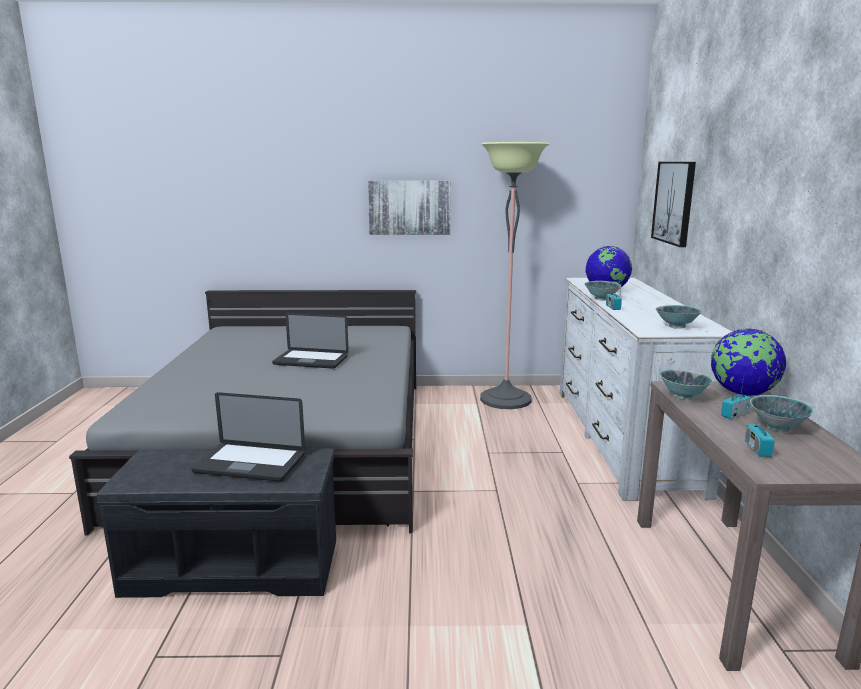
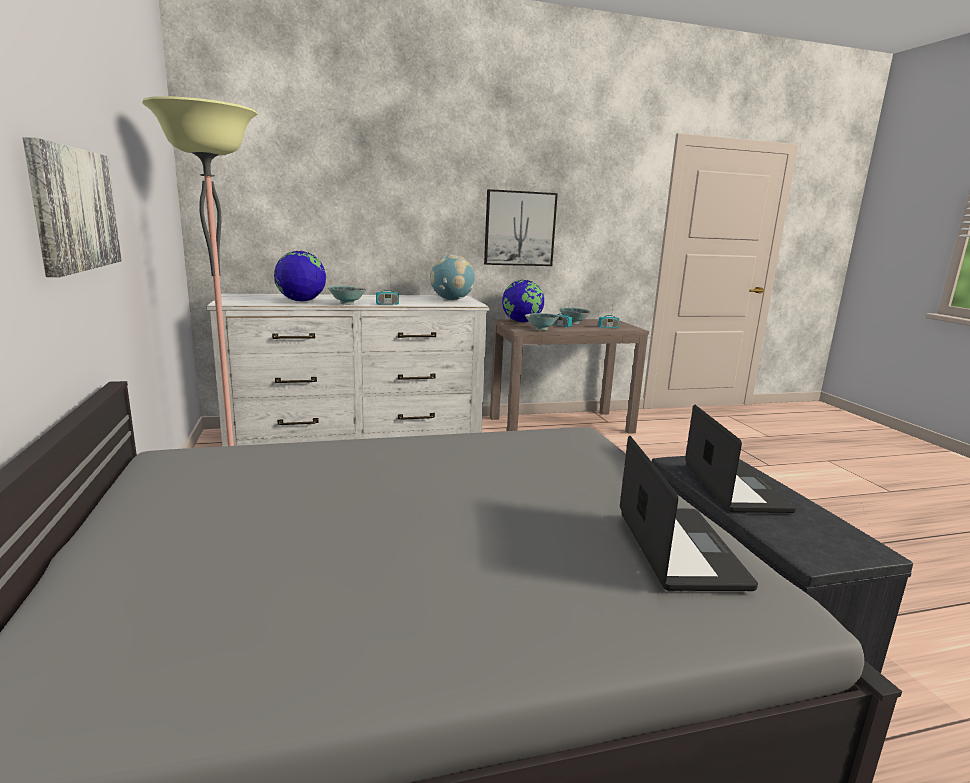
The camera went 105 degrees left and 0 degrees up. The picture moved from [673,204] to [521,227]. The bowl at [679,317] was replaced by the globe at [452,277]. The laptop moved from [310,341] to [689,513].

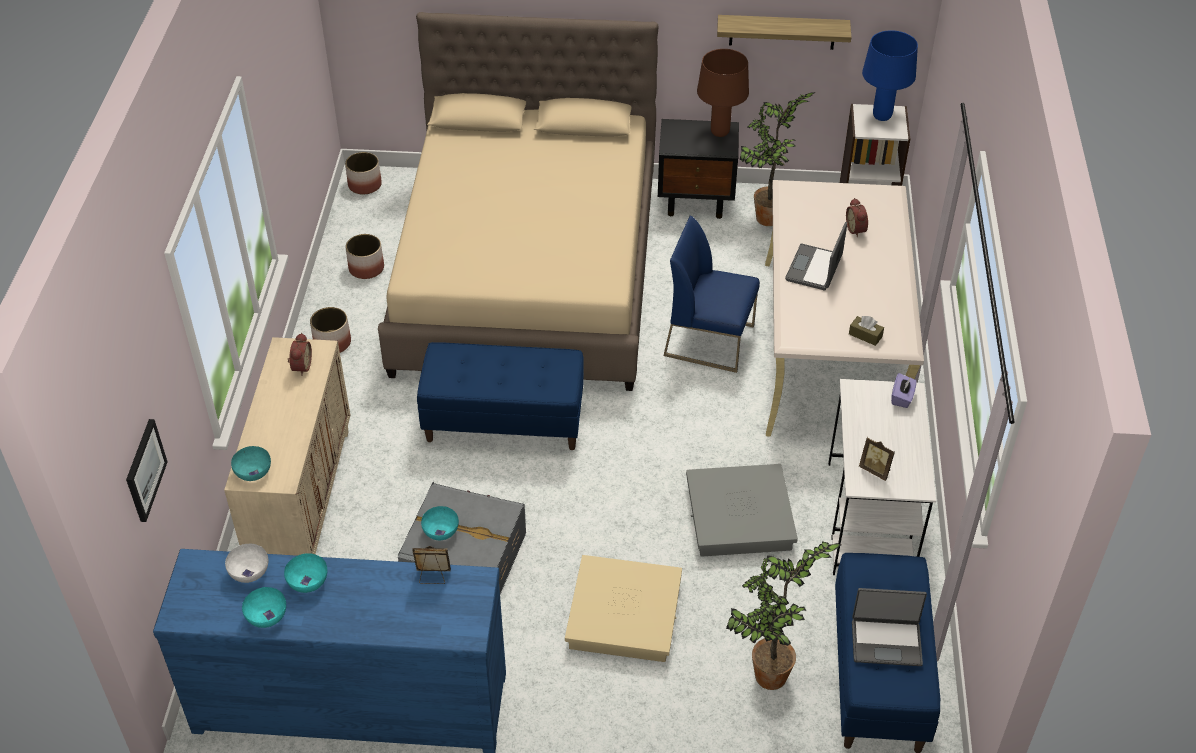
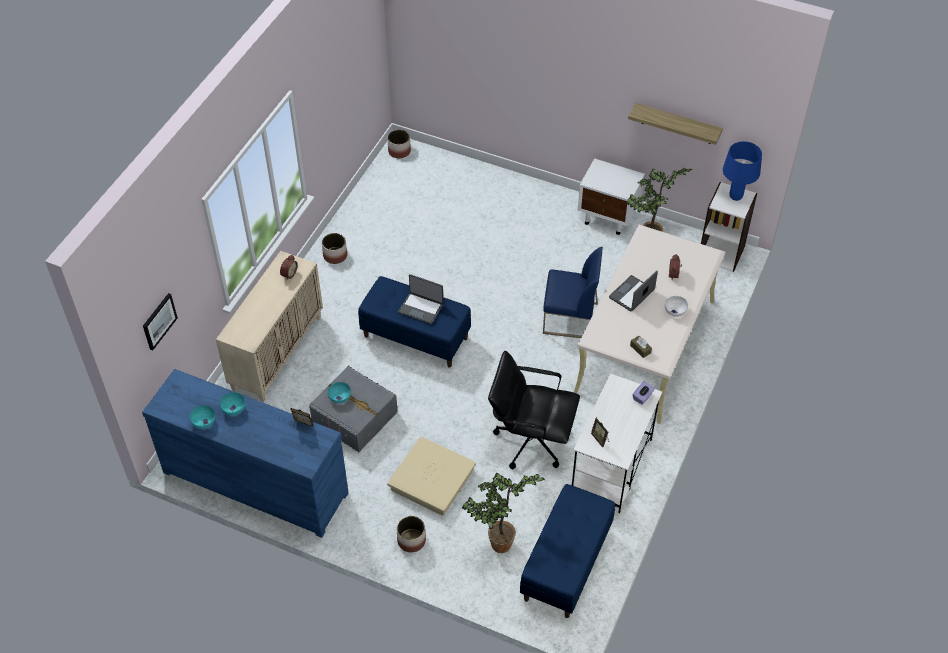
The camera went 20 degrees right and 5 degrees up. The beige bed at [518,201] disappeared. The brown table lamp at [723,93] disappeared. The black nightstand at [698,169] became the white nightstand at [611,196]. The blue chair at [712,294] turned 150 degrees clockwise. The planter moved from [365,256] to [411,534]. The turquoise bowl at [251,463] disappeared. The grey storage box at [742,510] was replaced by the black office chair at [534,410]. The white bowl moved from [247,563] to [676,306]. The laptop moved from [889,627] to [420,299].

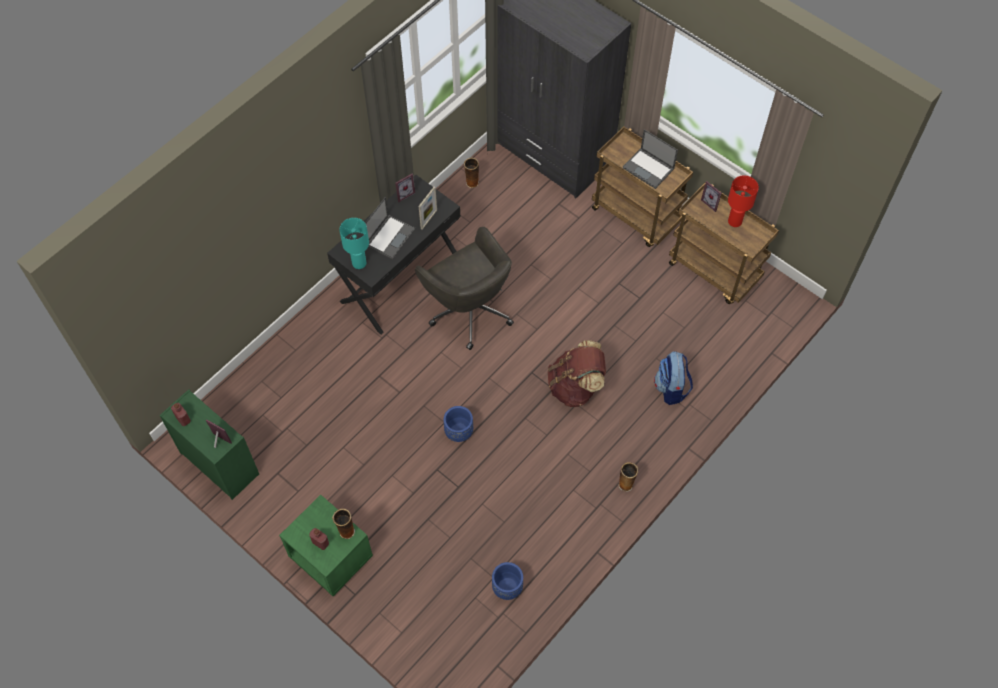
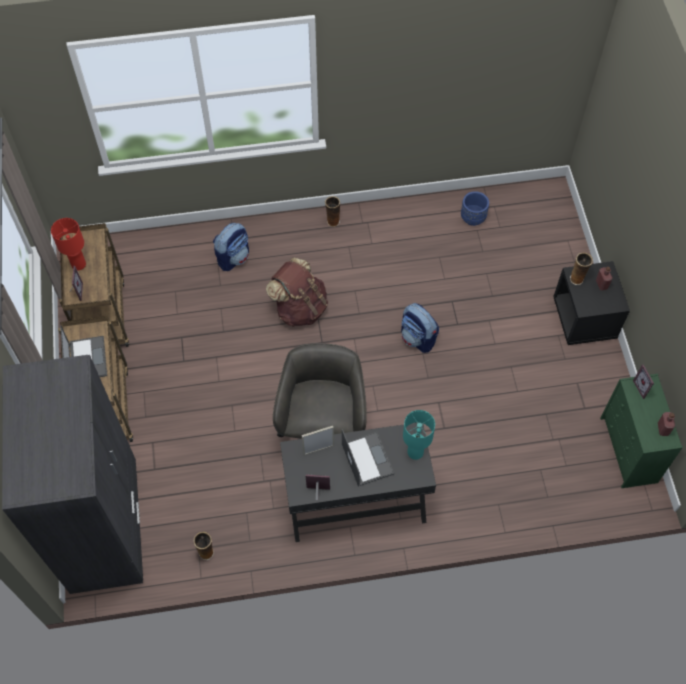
The camera went 140 degrees left and 0 degrees up. The laptop at [389,228] turned 90 degrees clockwise. The blue planter at [458,424] was replaced by the backpack at [420,328]. The green nightstand at [326,545] became the black nightstand at [591,303].

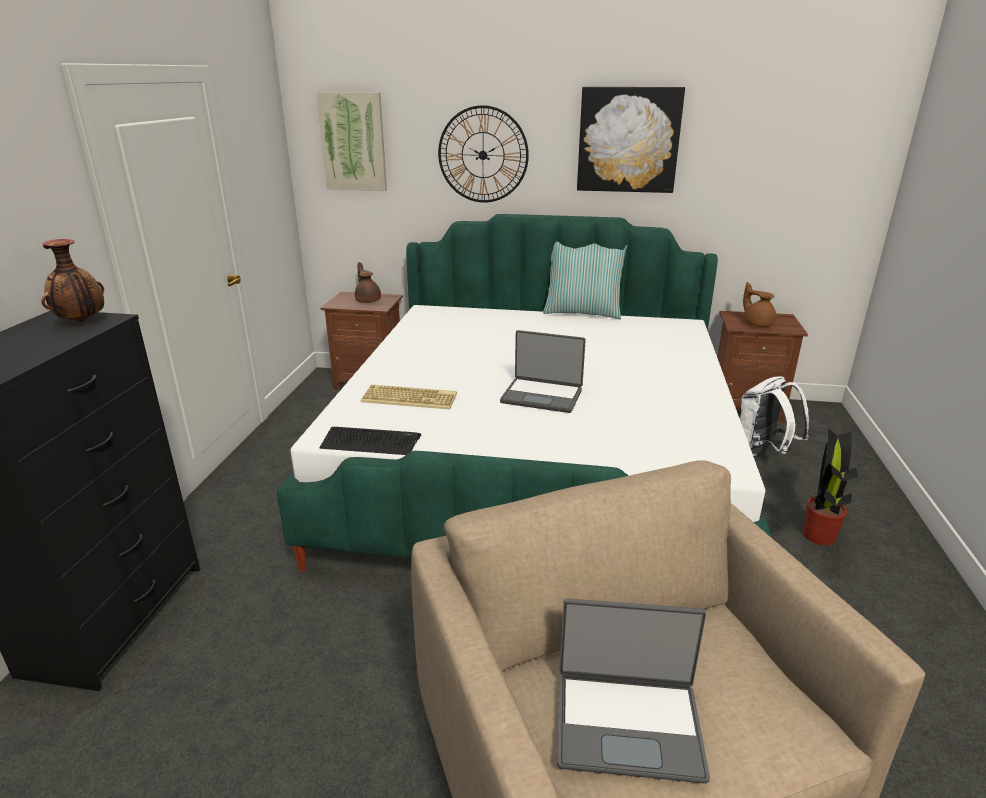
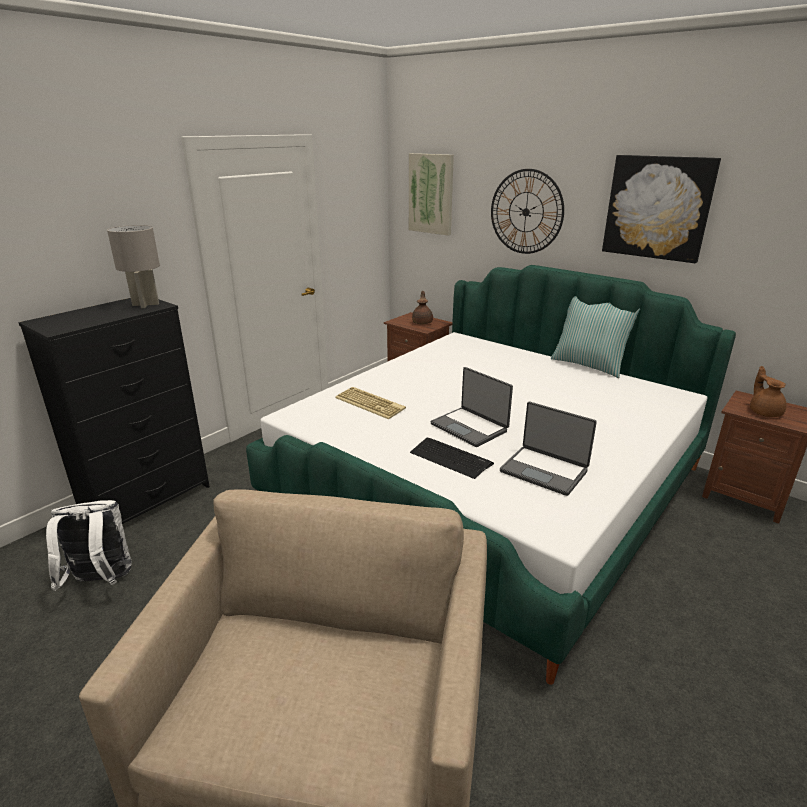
The camera went 30 degrees right and 0 degrees up. The vase at [72,280] was replaced by the grey table lamp at [133,266]. The white backpack moved from [774,416] to [89,545]. The keyboard moved from [370,441] to [452,458]. The potted plant at [830,486] disappeared. The laptop moved from [633,691] to [548,449].

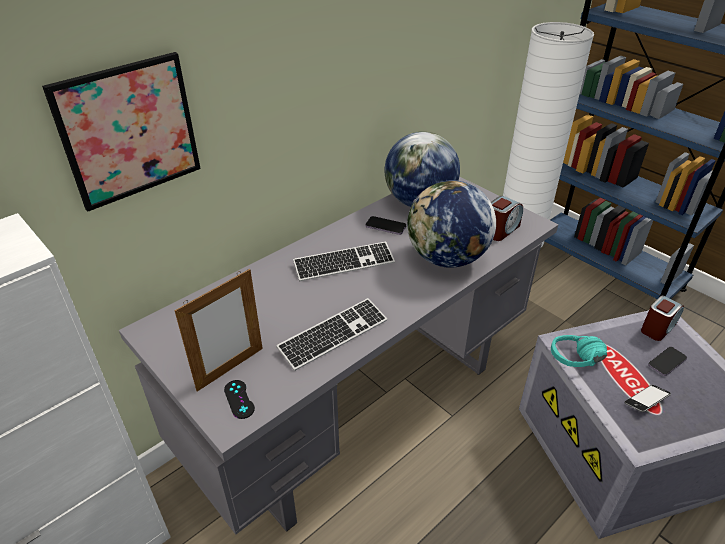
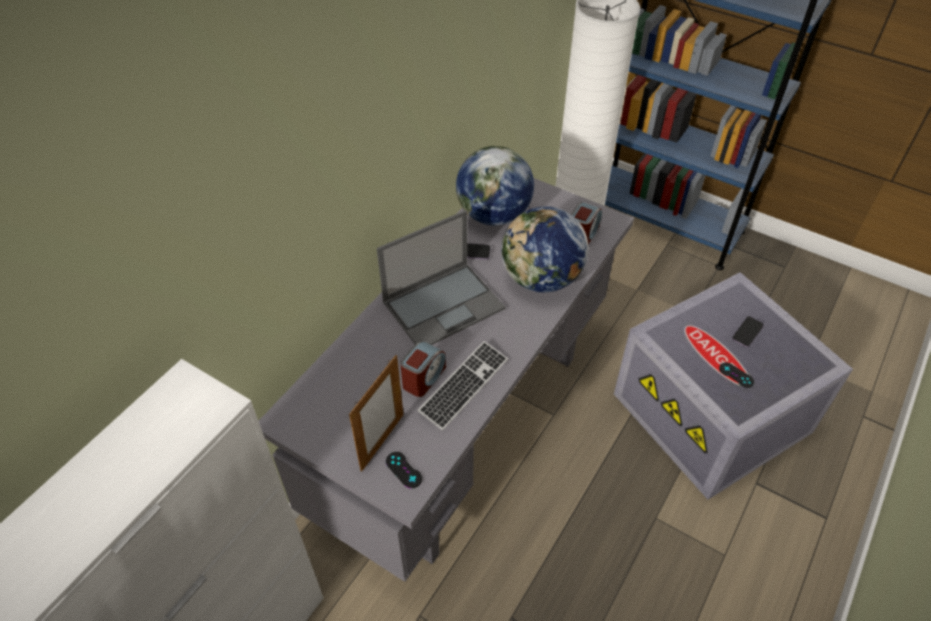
The camera went 15 degrees left and 10 degrees up. The picture at [121,131] disappeared. The keyboard at [344,261] was replaced by the laptop at [441,277]. The alarm clock moved from [662,318] to [423,369]. The turquoise headphones at [579,351] disappeared. The phone at [648,398] was replaced by the black game controller at [736,375].

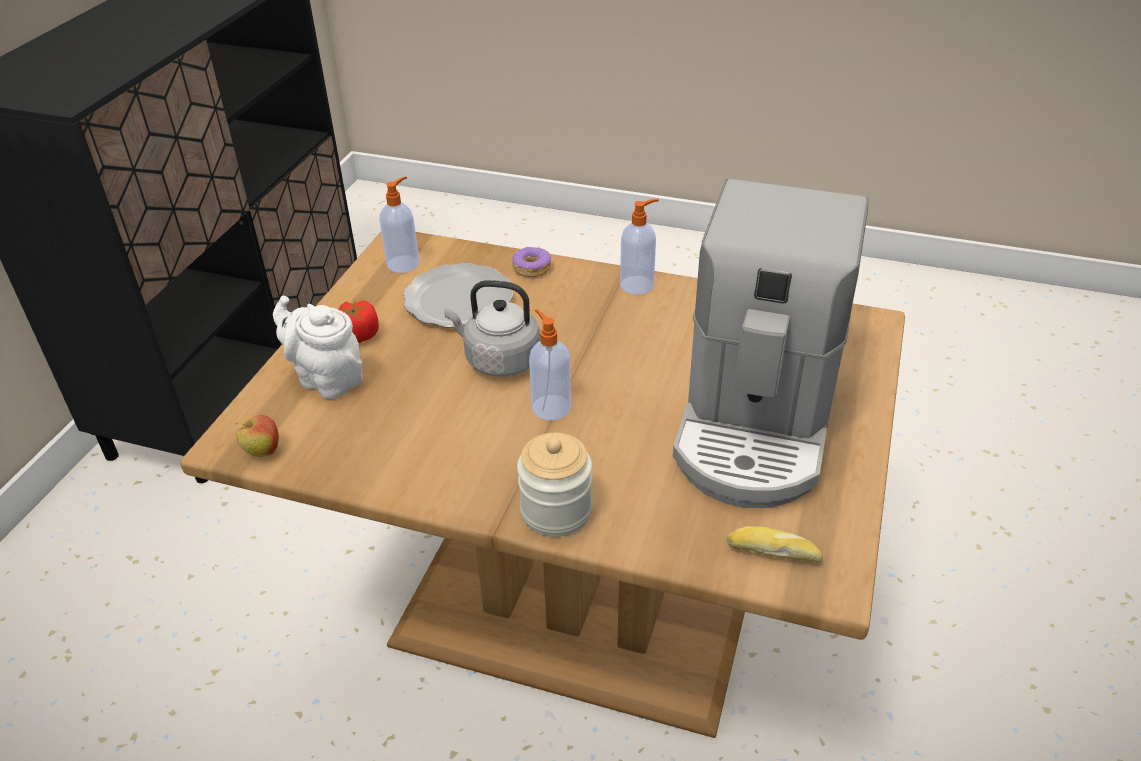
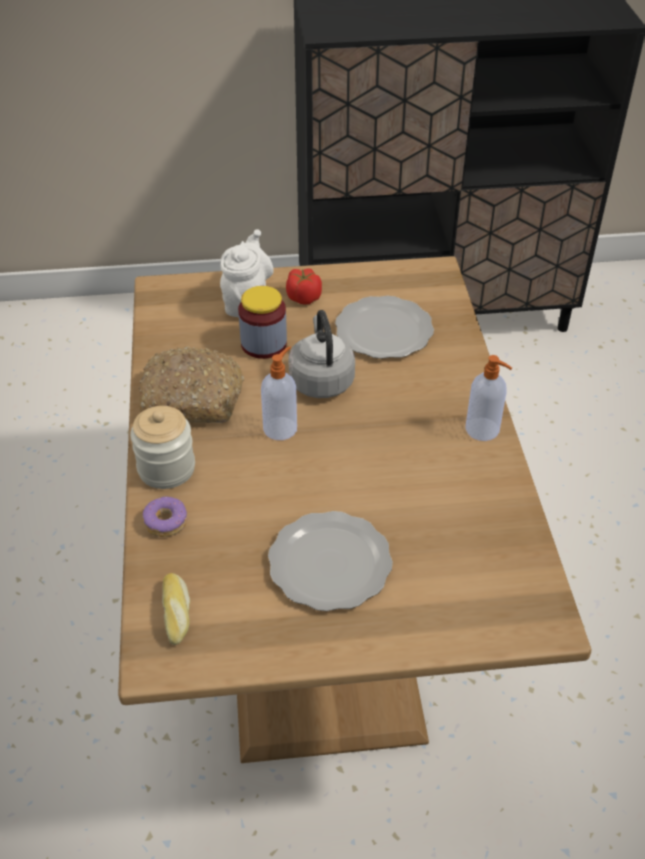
The camera went 65 degrees right and 5 degrees up. The soap dispenser at [399,224] disappeared. The coffee machine at [771,343] was replaced by the plate at [330,561]. The donut moved from [531,262] to [165,517]. The apple at [257,436] disappeared. The jar at [262,322] appeared. The bread at [191,384] appeared.

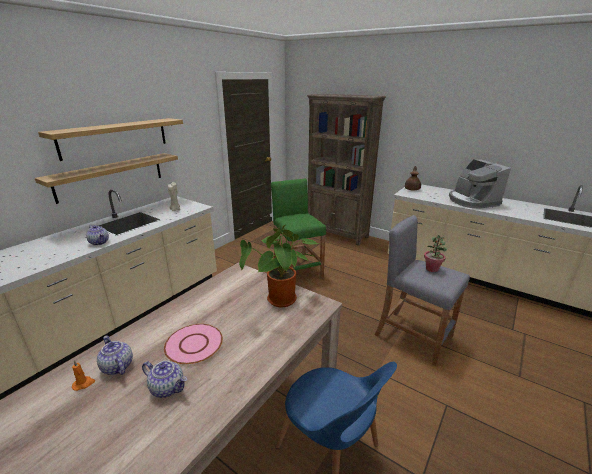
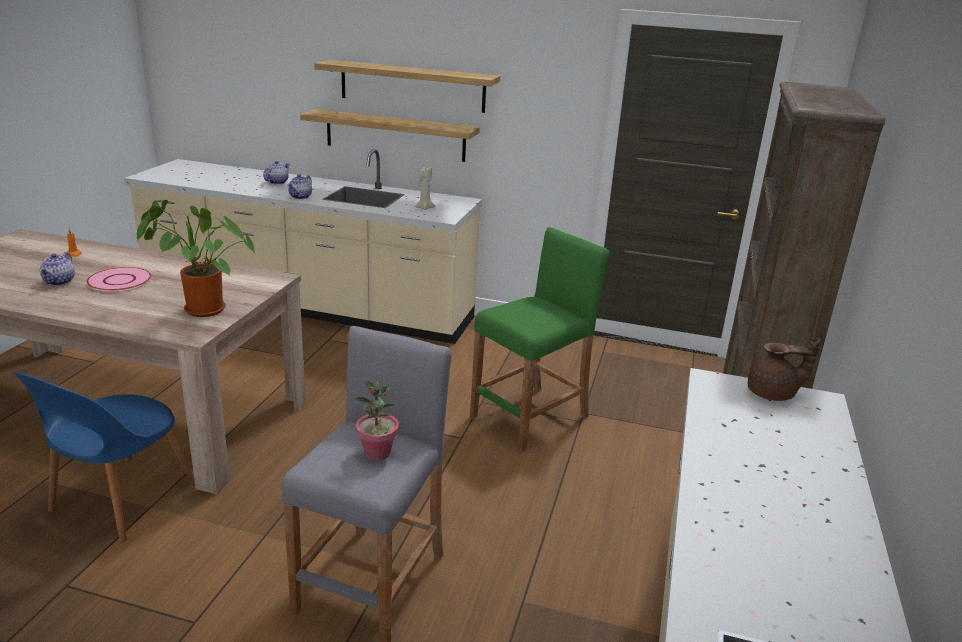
The camera went 70 degrees right and 0 degrees up. The coffee machine at [480,184] disappeared. The teapot moved from [115,355] to [276,172].

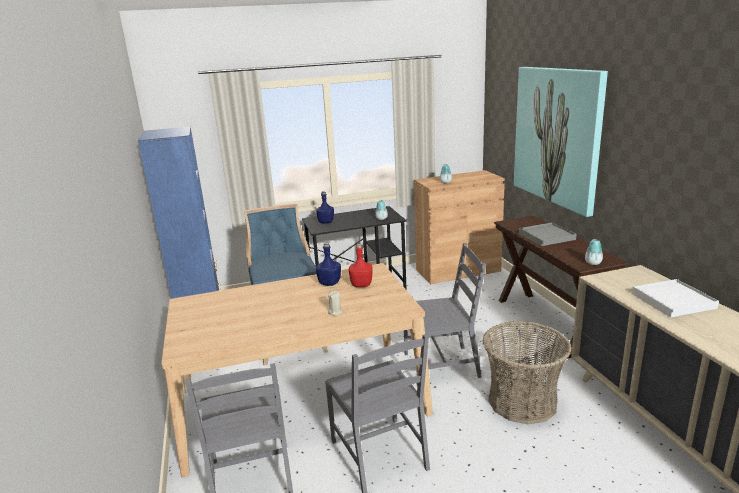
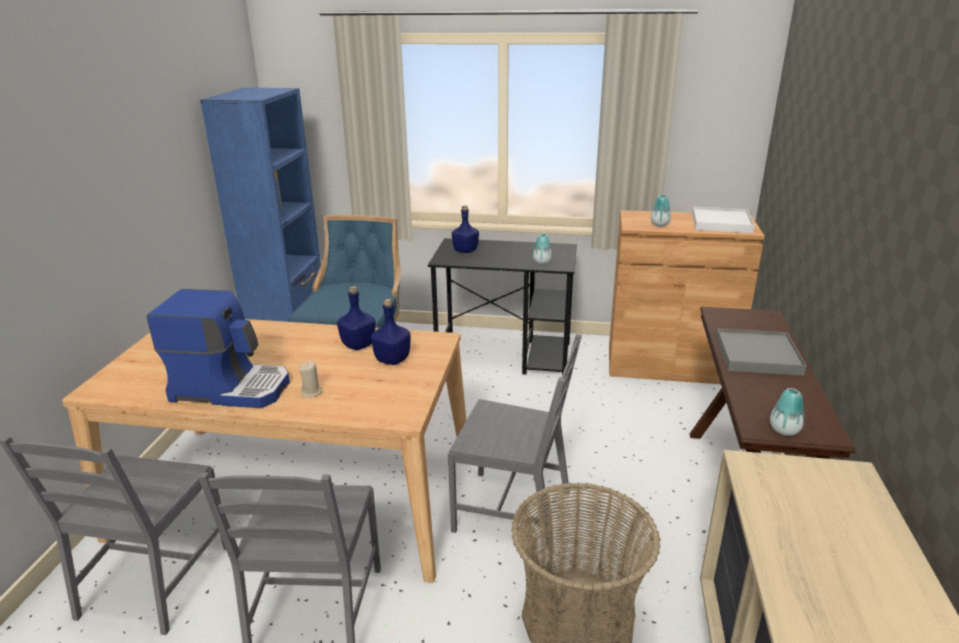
The camera went 25 degrees right and 5 degrees up. The picture at [561,142] disappeared. The red bottle at [361,265] became the blue bottle at [391,332]. The white tray moved from [675,298] to [723,220]. The coffee machine at [218,348] appeared.

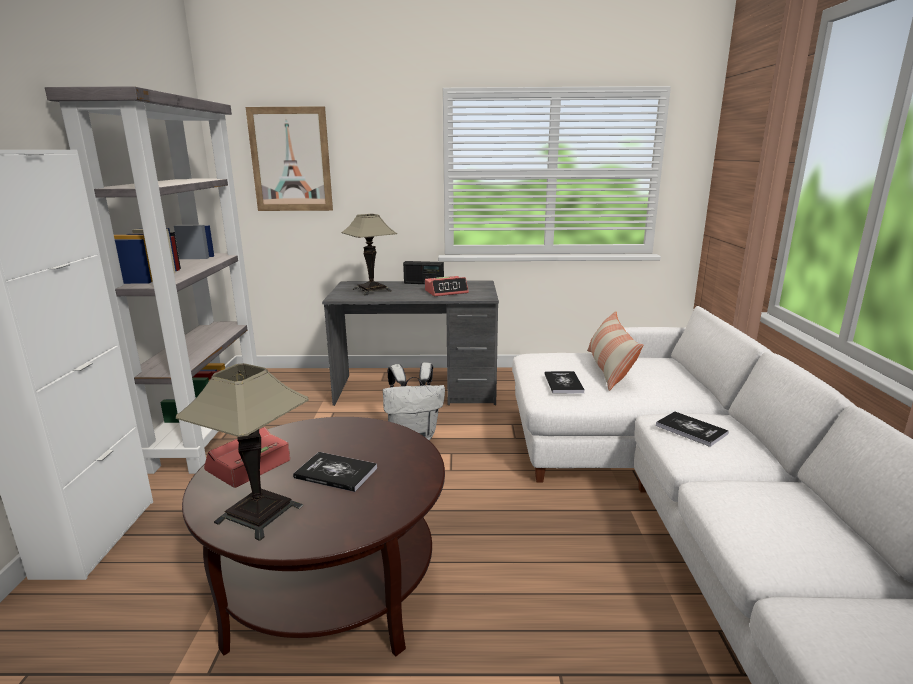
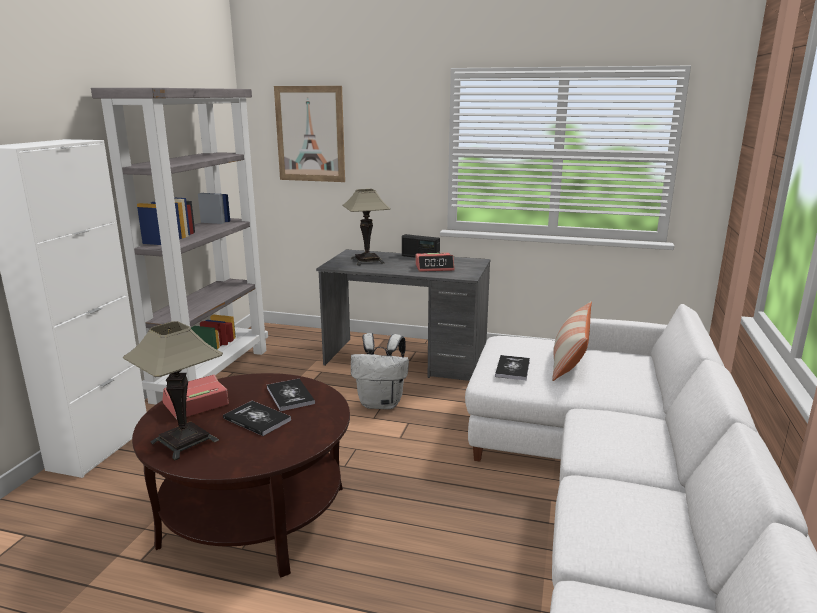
The camera went 15 degrees right and 0 degrees up. The book moved from [692,429] to [291,395].

